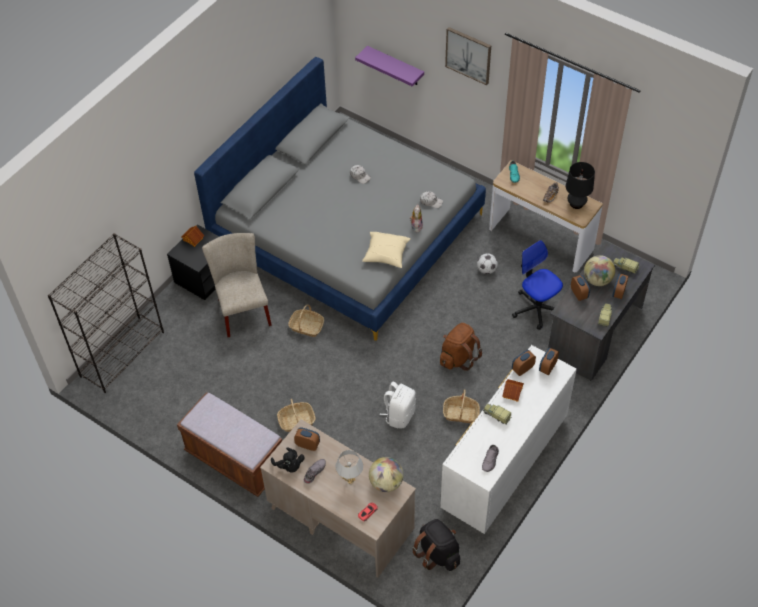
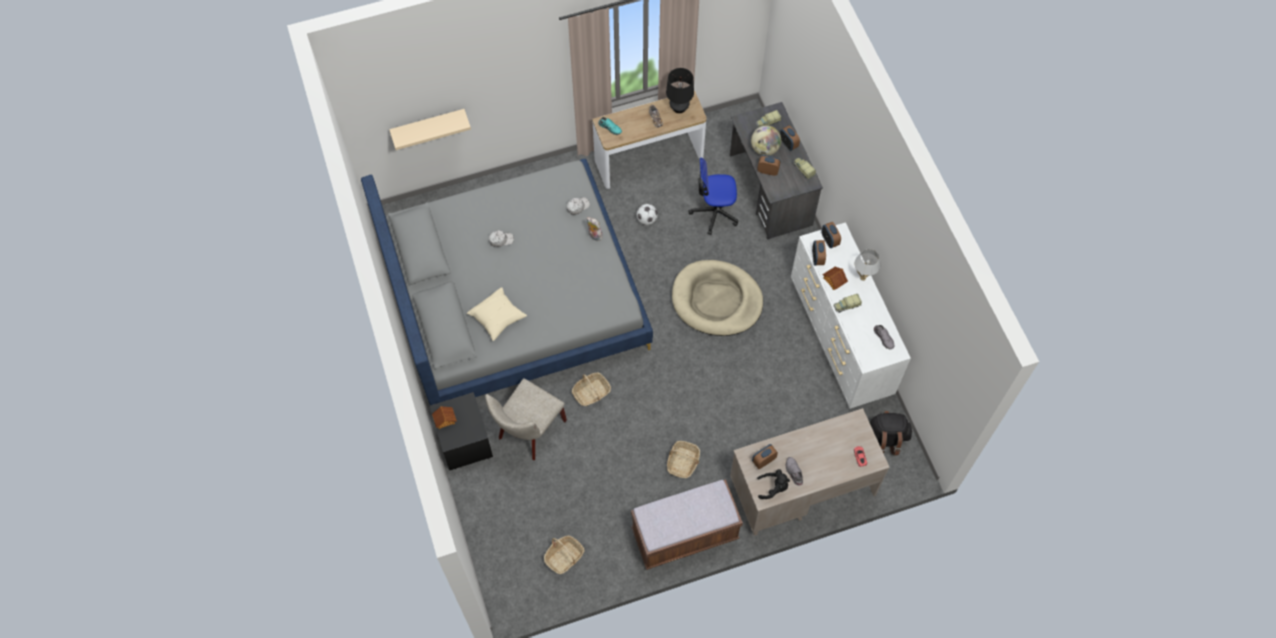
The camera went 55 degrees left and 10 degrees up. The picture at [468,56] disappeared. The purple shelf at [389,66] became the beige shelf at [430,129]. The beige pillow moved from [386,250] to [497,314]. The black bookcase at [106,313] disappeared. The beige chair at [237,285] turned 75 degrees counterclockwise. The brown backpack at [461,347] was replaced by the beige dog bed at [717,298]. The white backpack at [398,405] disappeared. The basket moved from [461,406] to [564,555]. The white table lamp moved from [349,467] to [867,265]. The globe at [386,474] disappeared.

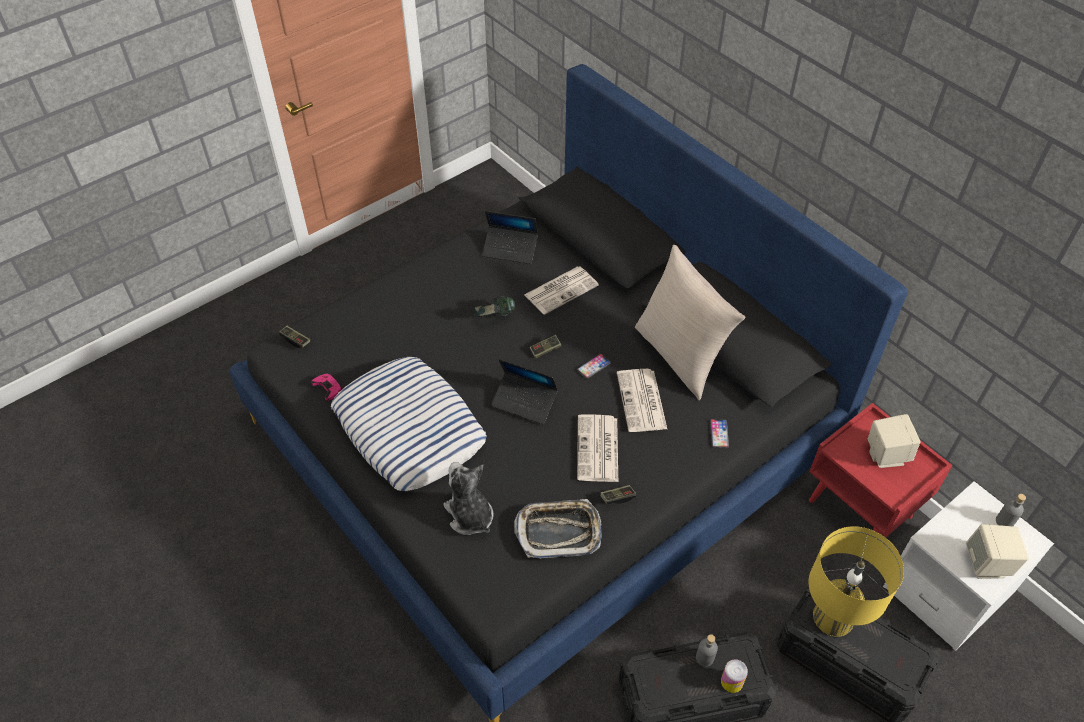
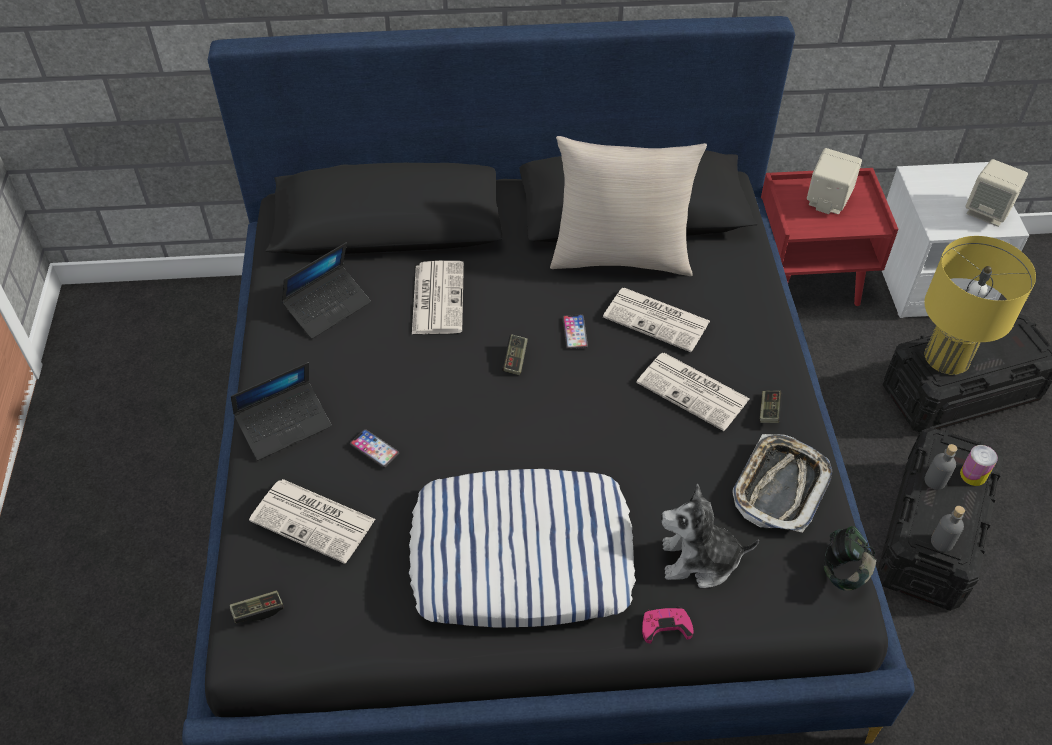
The camera went 55 degrees left and 0 degrees up. The headphones moved from [494,306] to [850,558]. The laptop moved from [524,391] to [281,411]. The pink game controller moved from [326,387] to [667,625]. The phone moved from [719,433] to [374,448]. The grey bottle moved from [1011,510] to [948,529]. The newspaper at [312,521] appeared.

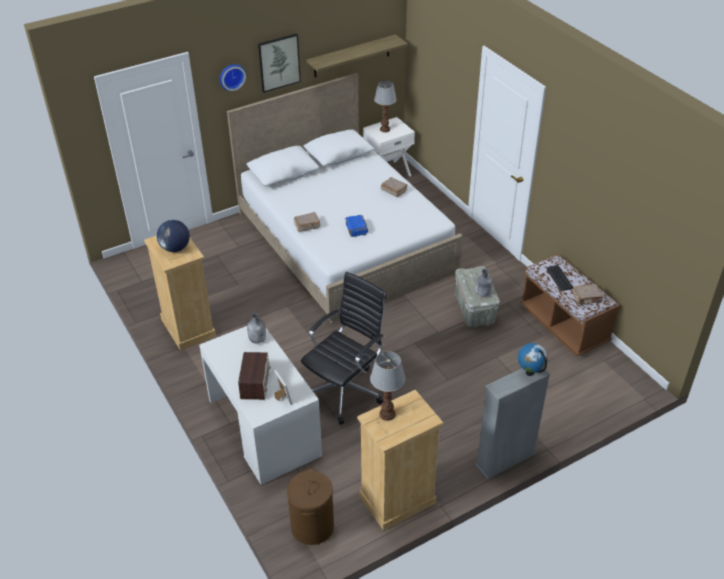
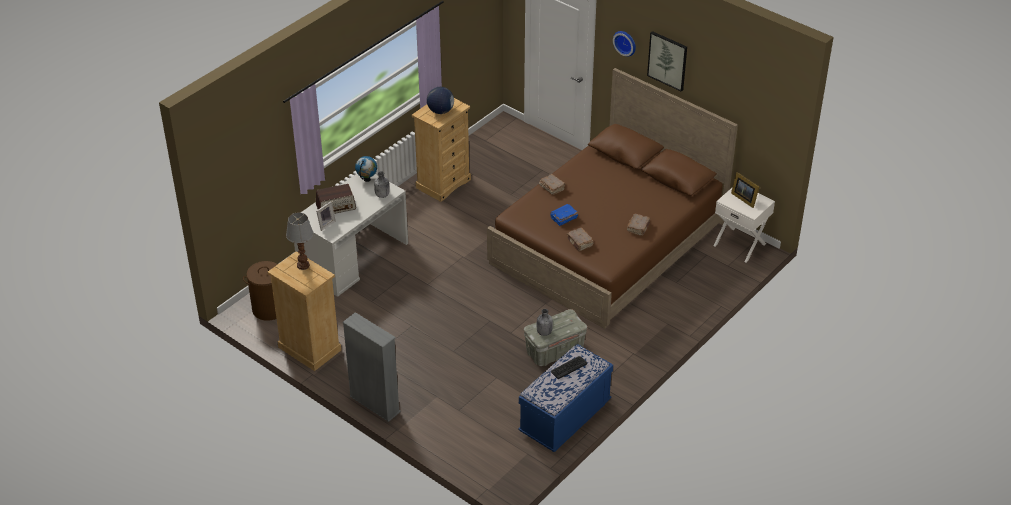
The camera went 70 degrees right and 0 degrees up. The shelf at [357,55] disappeared. The white bed at [345,198] became the brown bed at [612,198]. The table lamp at [385,106] was replaced by the picture frame at [745,190]. The brown bench at [570,305] became the blue bench at [565,398]. The black office chair at [343,348] disappeared. The brown book moved from [588,294] to [580,239]. The globe moved from [533,359] to [366,169].

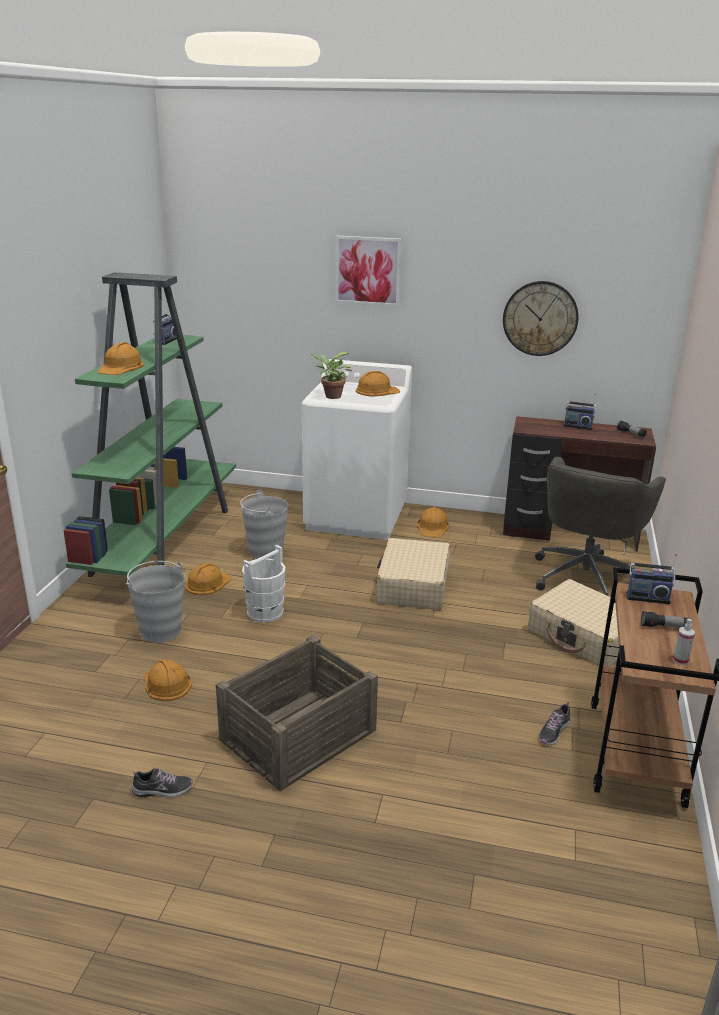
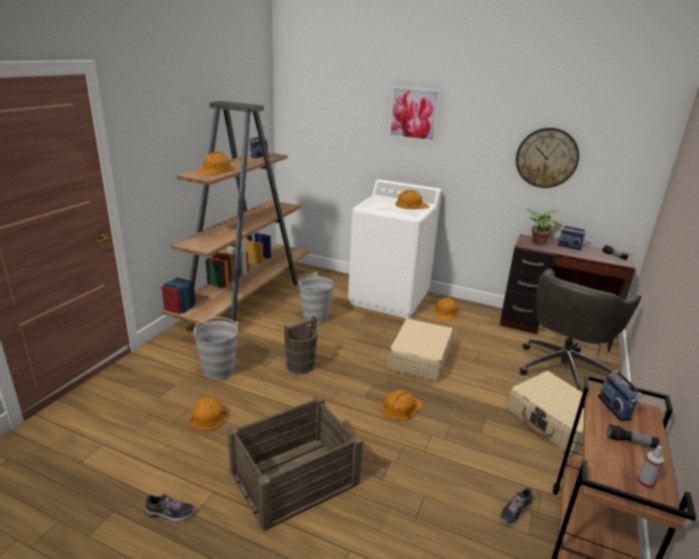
The camera went 10 degrees right and 0 degrees up. The green bookcase at [150,424] became the brown bookcase at [235,213]. The potted plant moved from [331,375] to [543,227]. The white bucket at [264,584] became the brown bucket at [301,344]. The radio at [652,578] turned 60 degrees clockwise. The orange hard hat moved from [208,579] to [402,405].

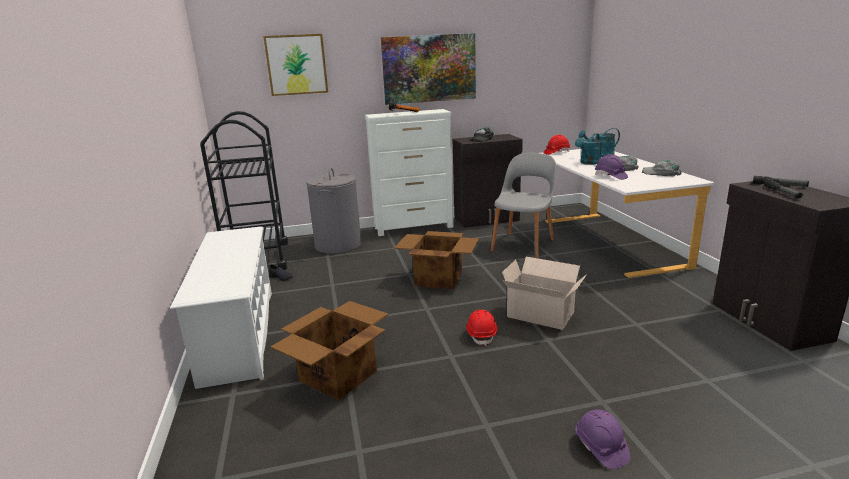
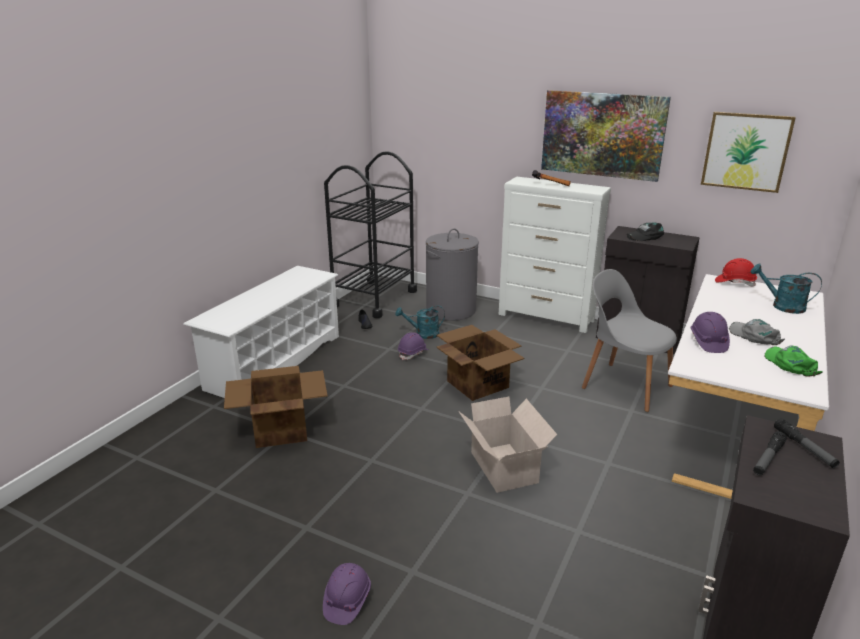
The camera went 40 degrees right and 5 degrees up. The picture moved from [295,65] to [748,152]. The turquoise watering can moved from [588,149] to [420,322]. The grey chair at [523,205] turned 120 degrees counterclockwise. The grey cap at [662,168] became the green cap at [793,360]. The red hard hat at [482,328] disappeared. The purple hard hat at [413,346] appeared.

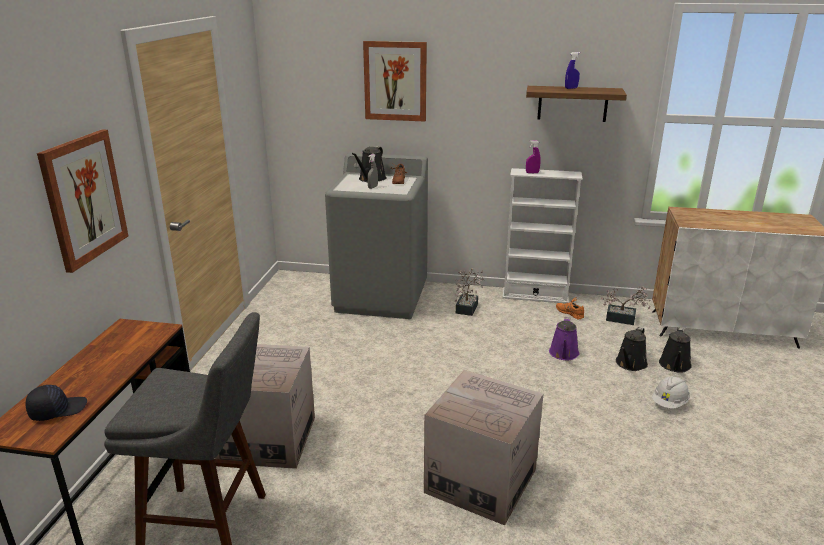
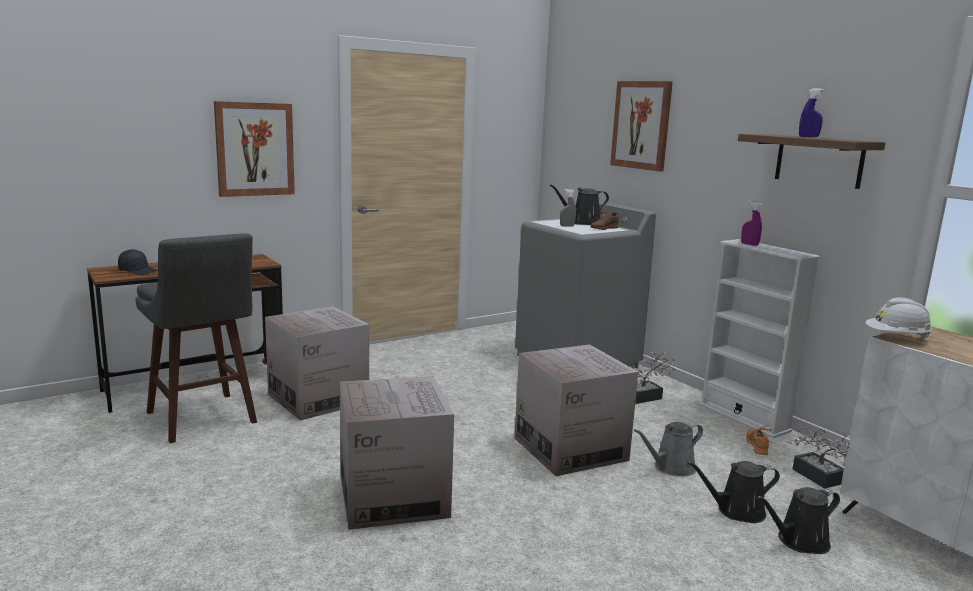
The camera went 45 degrees right and 10 degrees down. The purple watering can at [564,338] became the grey watering can at [668,449]. The white hard hat moved from [671,392] to [899,318]. The cardboard box at [576,410] appeared.

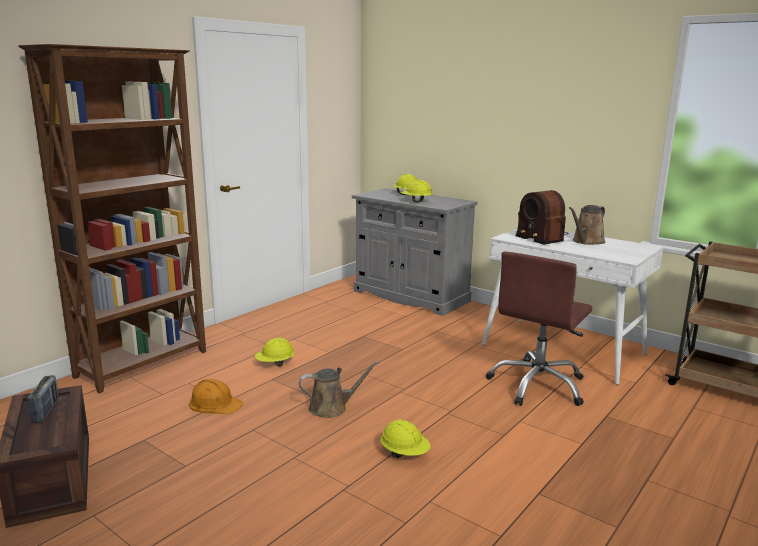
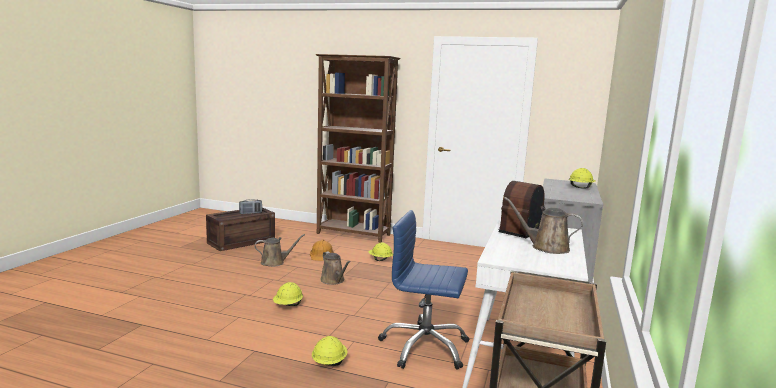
The camera went 70 degrees right and 5 degrees down. The yellow hard hat moved from [417,191] to [330,351]. The brown office chair at [539,328] became the blue office chair at [423,289]. The brown watering can at [280,250] appeared.

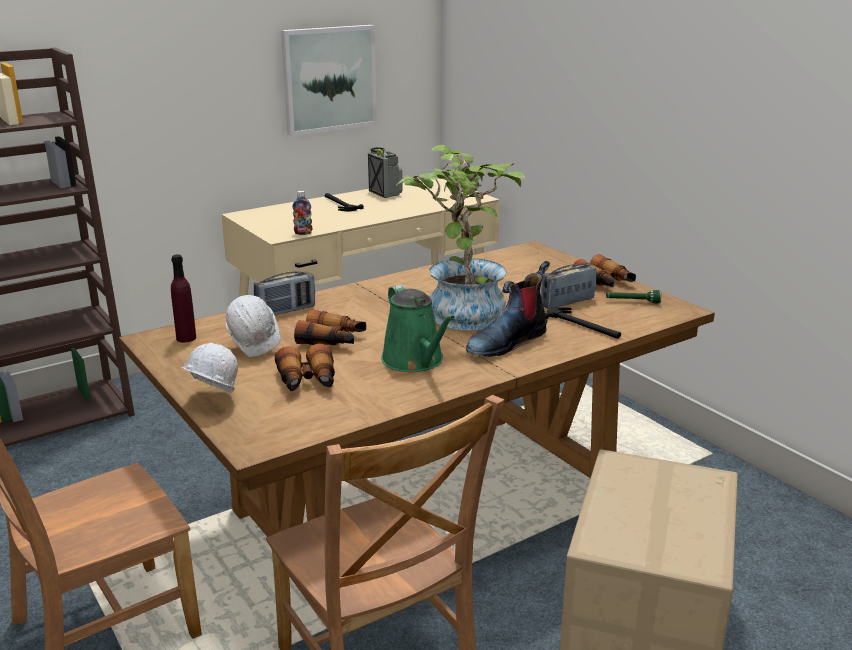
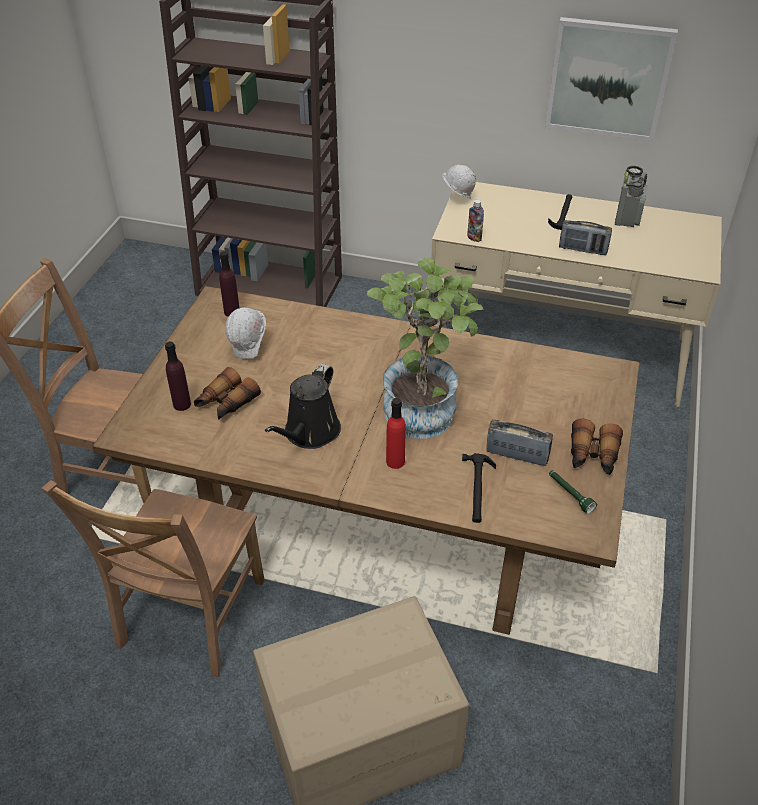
The camera went 50 degrees right and 20 degrees up. The boot at [508,309] was replaced by the red bottle at [396,433]. The radio moved from [284,293] to [585,237]. The green watering can at [418,328] became the black watering can at [303,406]. The binoculars at [330,327] disappeared. The white hard hat moved from [209,368] to [459,182]. The purple bottle at [178,376] appeared.

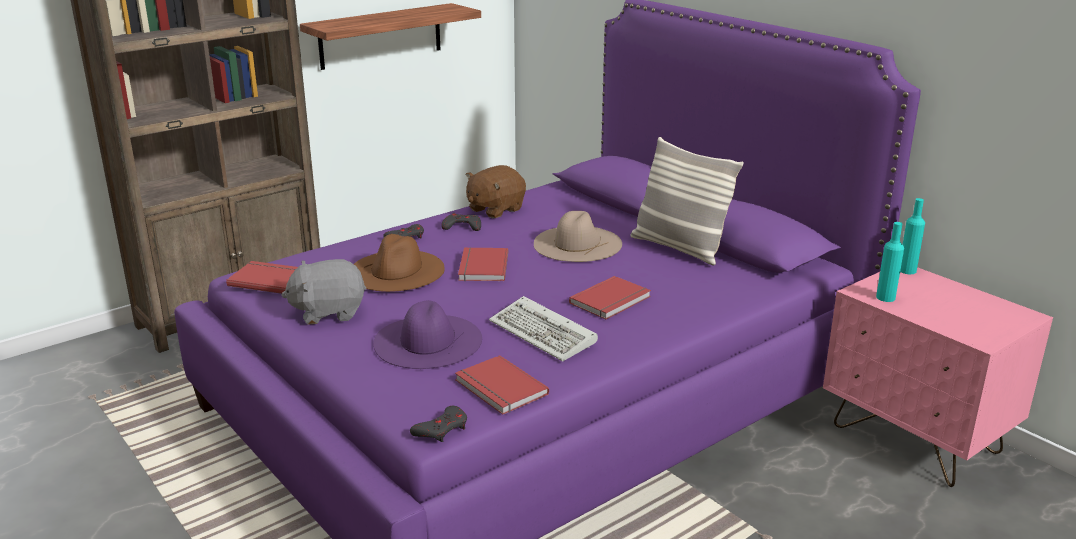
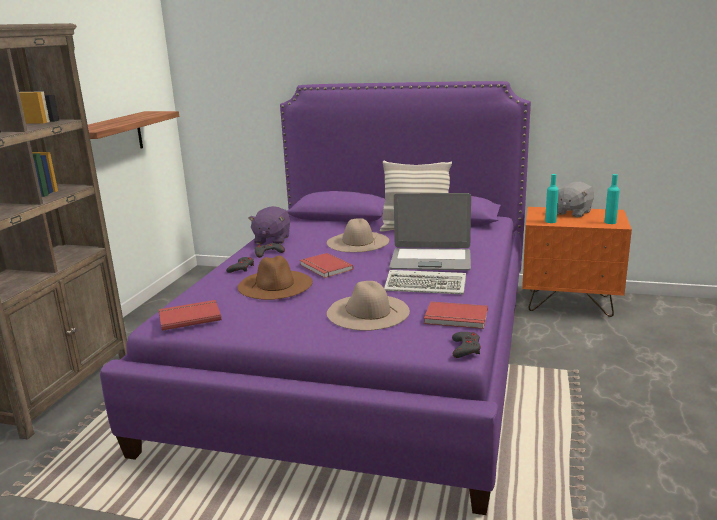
The camera went 35 degrees left and 5 degrees down. The brown plush toy at [496,191] became the purple plush toy at [269,225]. The turquoise bottle moved from [912,236] to [612,199]. The grey plush toy moved from [324,292] to [575,199]. The pink nightstand at [938,377] became the orange nightstand at [577,262]. The red book at [610,297] was replaced by the laptop at [430,231]. The purple hat at [427,334] became the beige hat at [368,306].

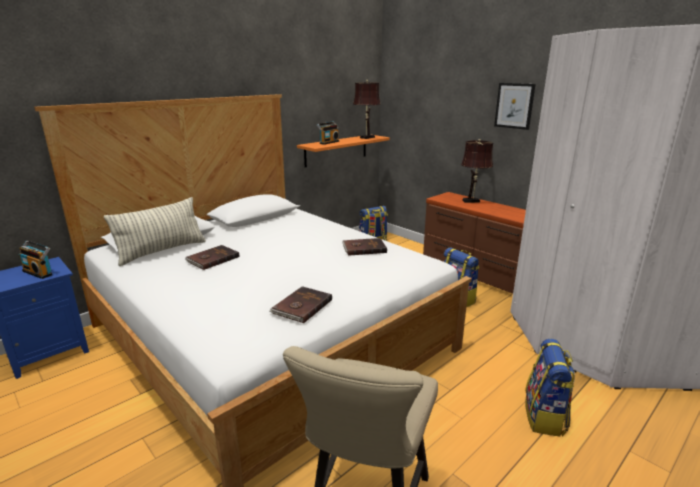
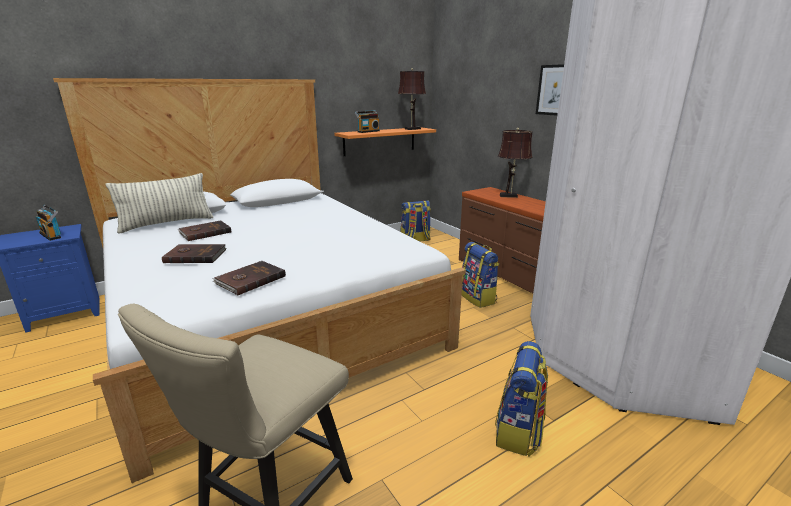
The camera went 10 degrees right and 0 degrees up. The brown book moved from [364,247] to [194,253].

